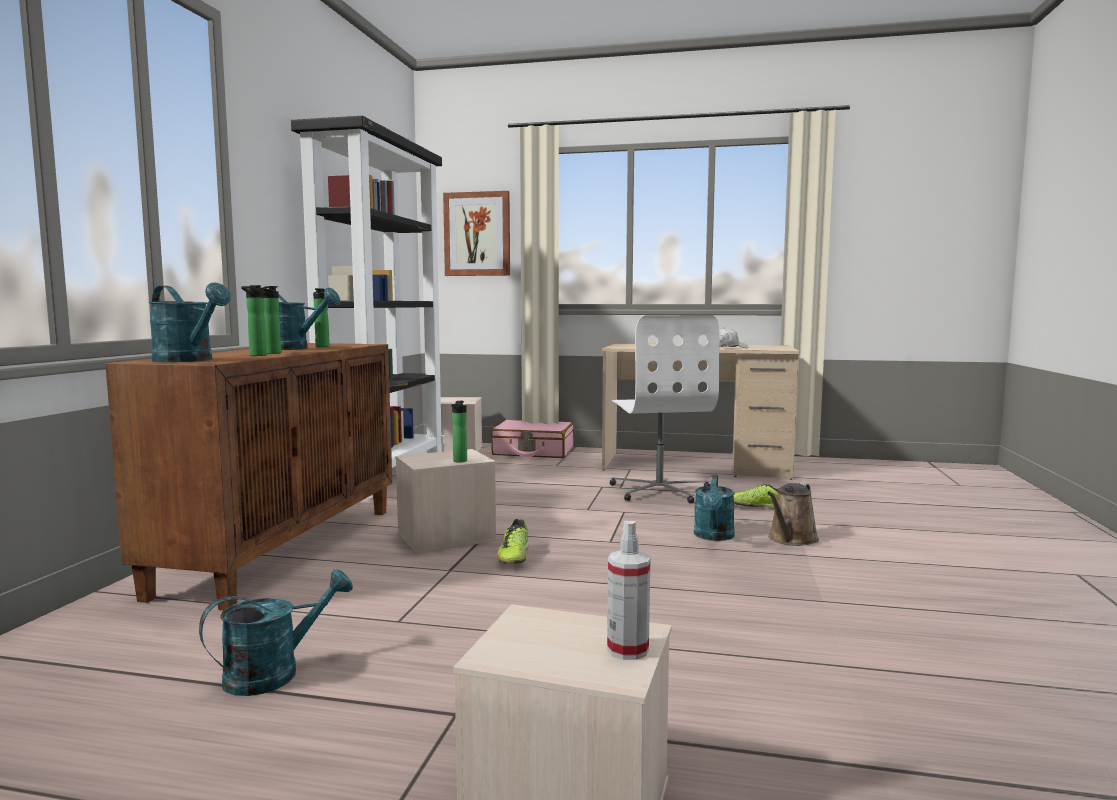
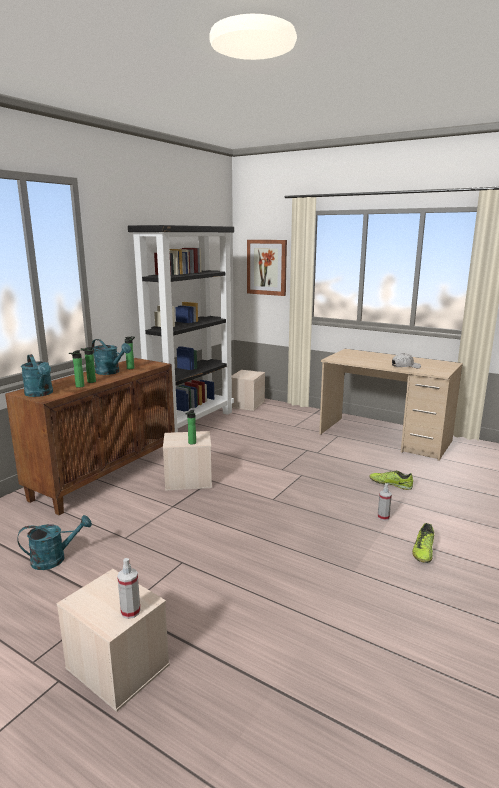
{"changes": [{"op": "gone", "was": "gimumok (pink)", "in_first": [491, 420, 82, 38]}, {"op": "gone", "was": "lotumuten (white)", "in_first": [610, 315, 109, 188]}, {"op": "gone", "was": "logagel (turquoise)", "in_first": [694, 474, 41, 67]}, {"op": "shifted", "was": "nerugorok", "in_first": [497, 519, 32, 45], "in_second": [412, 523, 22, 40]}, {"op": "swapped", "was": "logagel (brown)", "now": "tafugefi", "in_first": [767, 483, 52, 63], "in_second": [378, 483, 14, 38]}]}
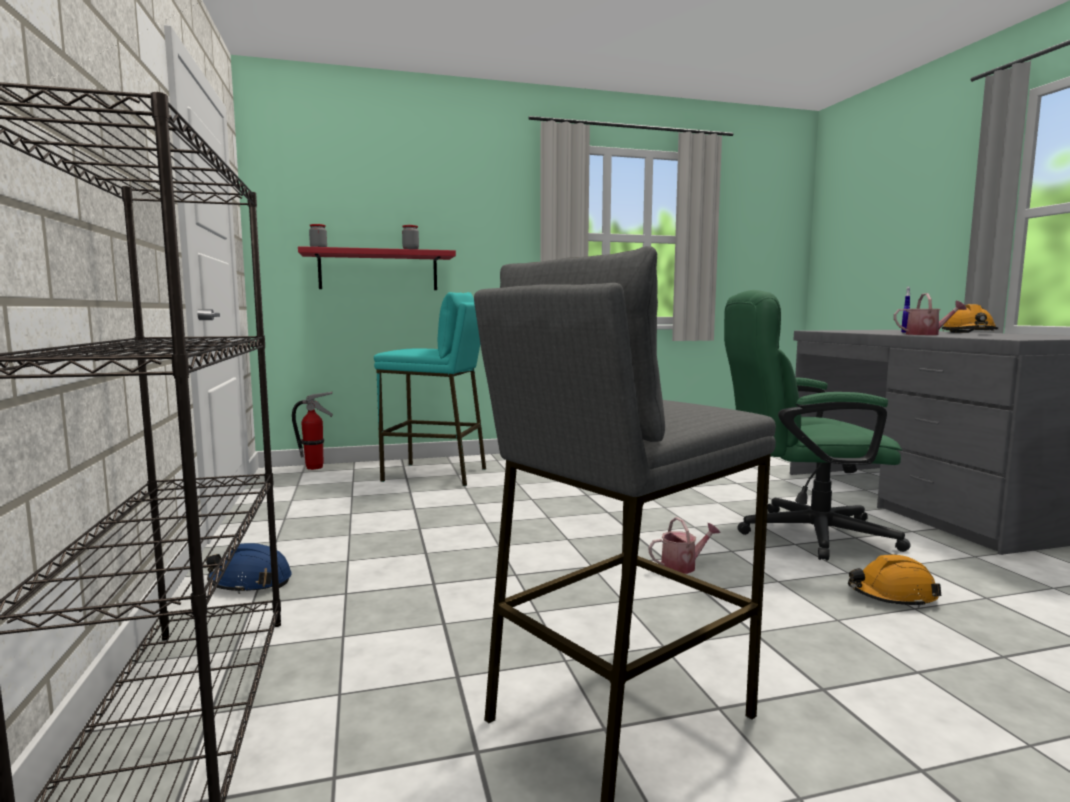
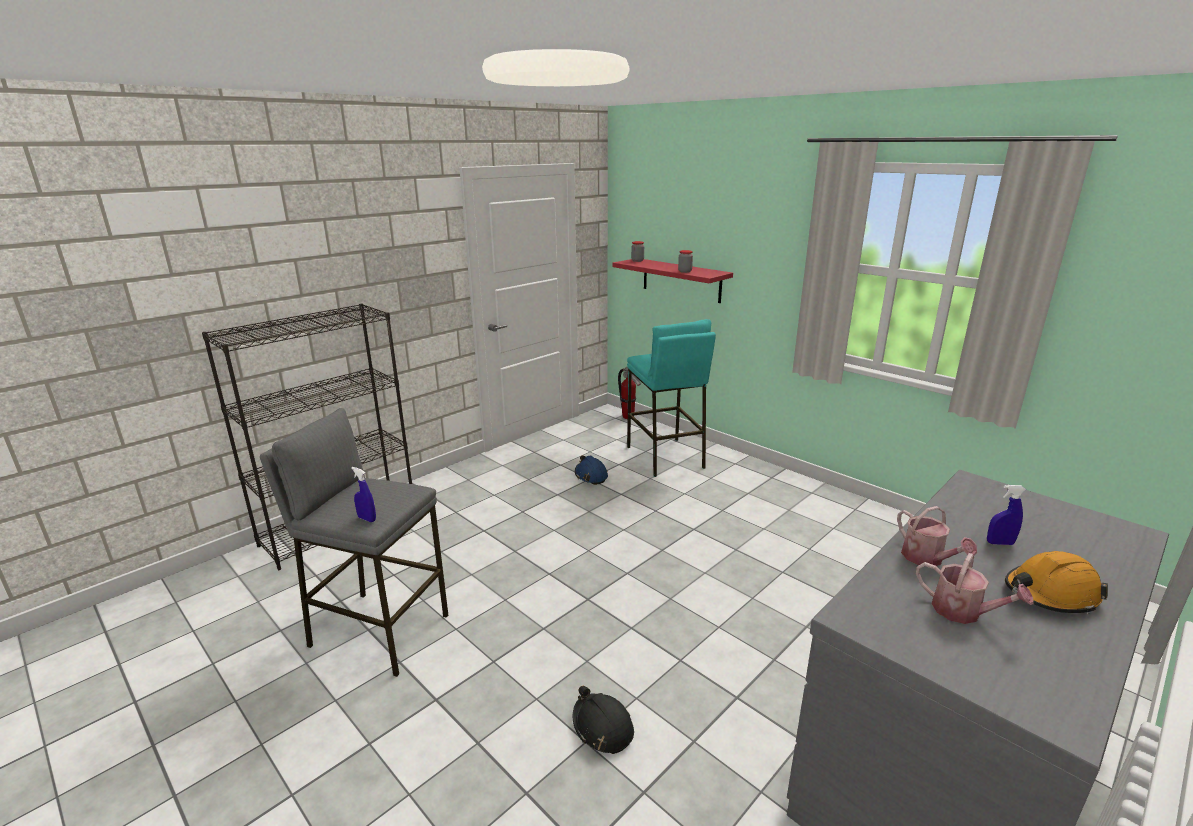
{"changes": [{"op": "gone", "was": "lotumuten (green)", "in_first": [724, 290, 187, 271]}, {"op": "new", "now": "tafugefi (blue)", "in_second": [351, 467, 25, 55]}, {"op": "shifted", "was": "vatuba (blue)", "in_first": [206, 543, 86, 51], "in_second": [575, 455, 33, 30]}, {"op": "shifted", "was": "logagel", "in_first": [649, 517, 71, 57], "in_second": [916, 553, 118, 71]}, {"op": "repainted", "was": "vatuba (orange)", "now": "vatuba (black)", "in_first": [848, 555, 94, 53], "in_second": [573, 686, 61, 68]}]}
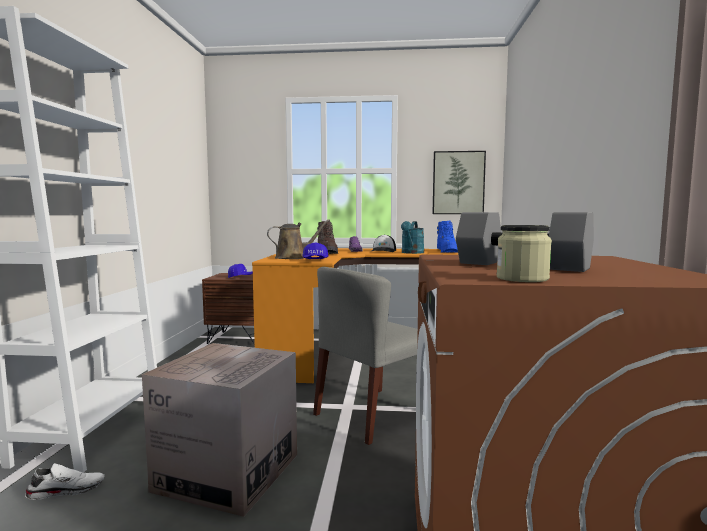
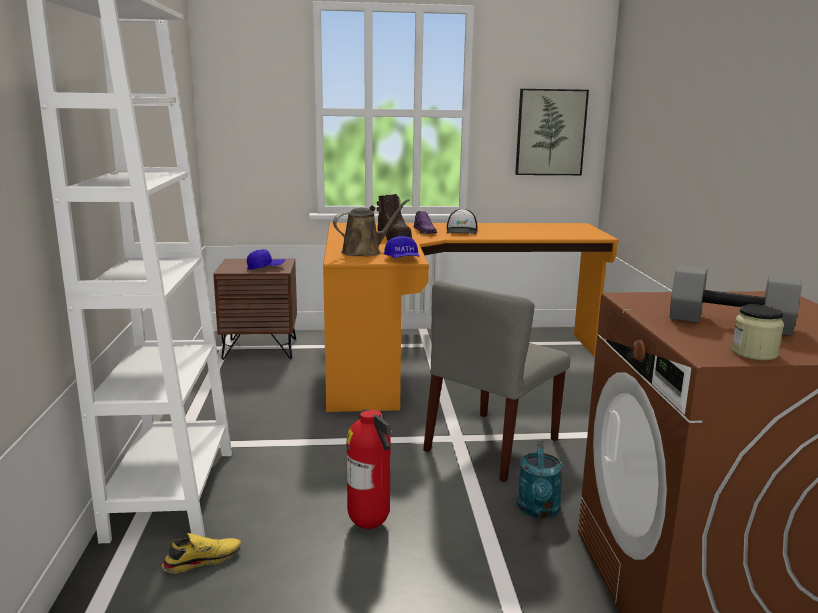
{"changes": [{"op": "gone", "was": "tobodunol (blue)", "in_first": [437, 221, 21, 32]}, {"op": "shifted", "was": "logagel (turquoise)", "in_first": [401, 221, 23, 33], "in_second": [517, 440, 46, 78]}, {"op": "swapped", "was": "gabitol", "now": "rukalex", "in_first": [142, 343, 155, 174], "in_second": [347, 409, 45, 120]}, {"op": "repainted", "was": "nerugorok (white)", "now": "nerugorok (yellow)", "in_first": [25, 463, 80, 37], "in_second": [162, 533, 79, 40]}]}
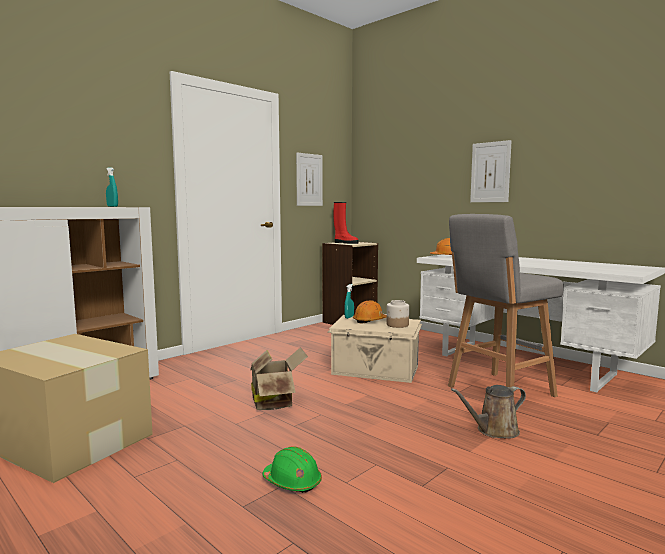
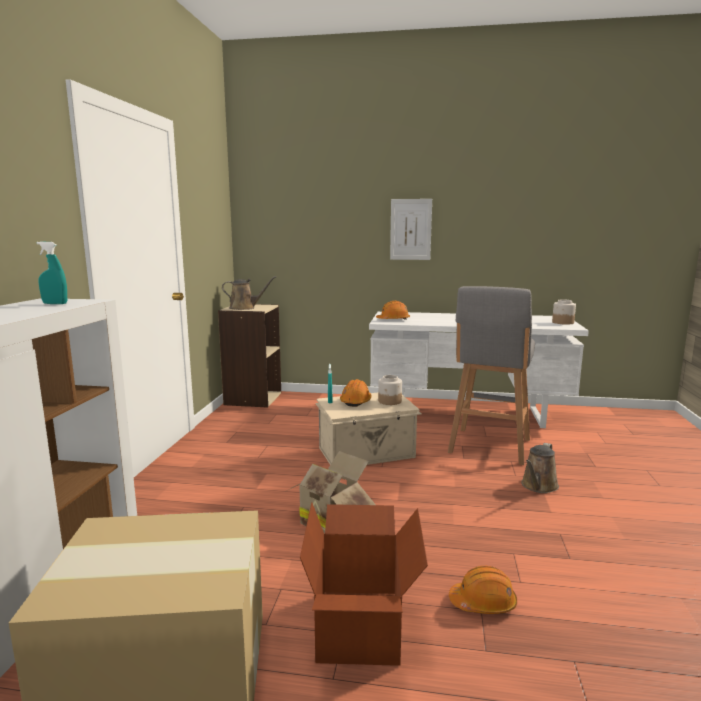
{"changes": [{"op": "gone", "was": "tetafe", "in_first": [296, 153, 27, 53]}, {"op": "new", "now": "gabitol", "in_second": [300, 502, 128, 164]}, {"op": "new", "now": "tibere", "in_second": [552, 300, 24, 25]}, {"op": "swapped", "was": "tobodunol (red)", "now": "logagel (brown)", "in_first": [334, 202, 25, 42], "in_second": [222, 276, 54, 34]}, {"op": "repainted", "was": "vatuba (green)", "now": "vatuba (orange)", "in_first": [262, 446, 60, 47], "in_second": [449, 566, 68, 48]}]}
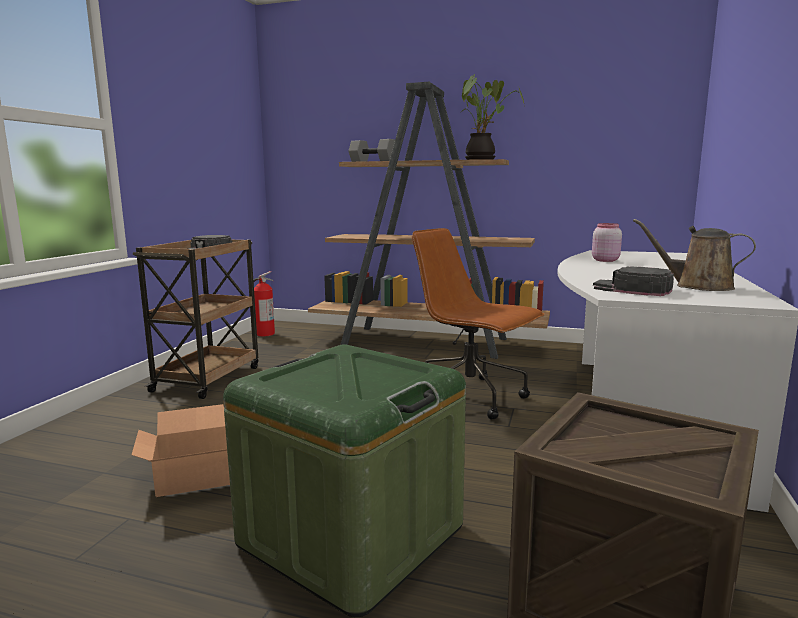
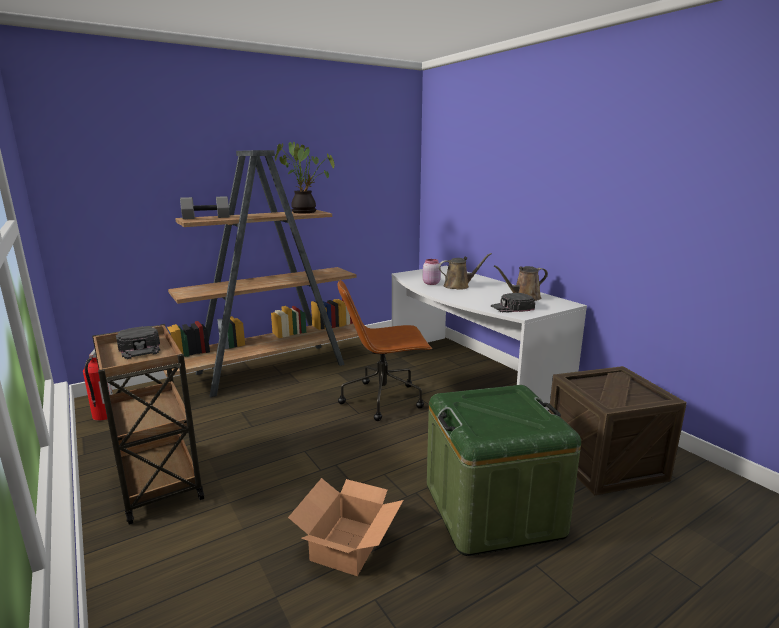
{"changes": [{"op": "new", "now": "logagel (brown)", "in_second": [438, 253, 54, 37]}]}
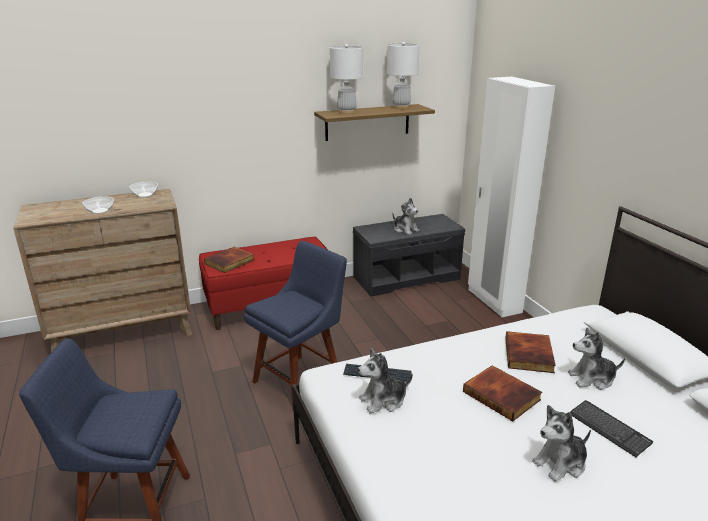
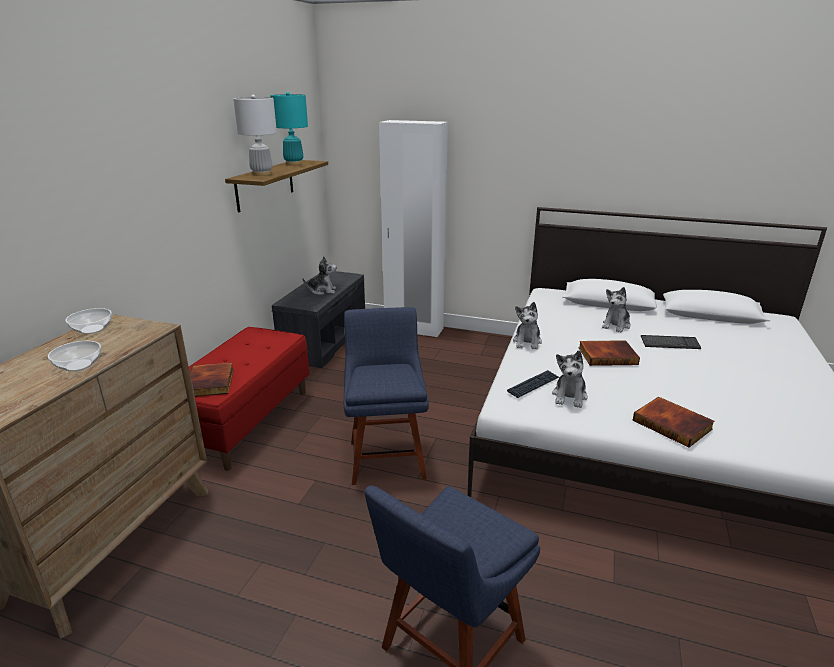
{"changes": [{"op": "shifted", "was": "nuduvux", "in_first": [505, 331, 51, 42], "in_second": [633, 397, 82, 51]}, {"op": "shifted", "was": "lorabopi", "in_first": [532, 405, 59, 77], "in_second": [513, 302, 29, 48]}, {"op": "repainted", "was": "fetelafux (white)", "now": "fetelafux (turquoise)", "in_first": [387, 42, 33, 67], "in_second": [270, 92, 38, 73]}]}
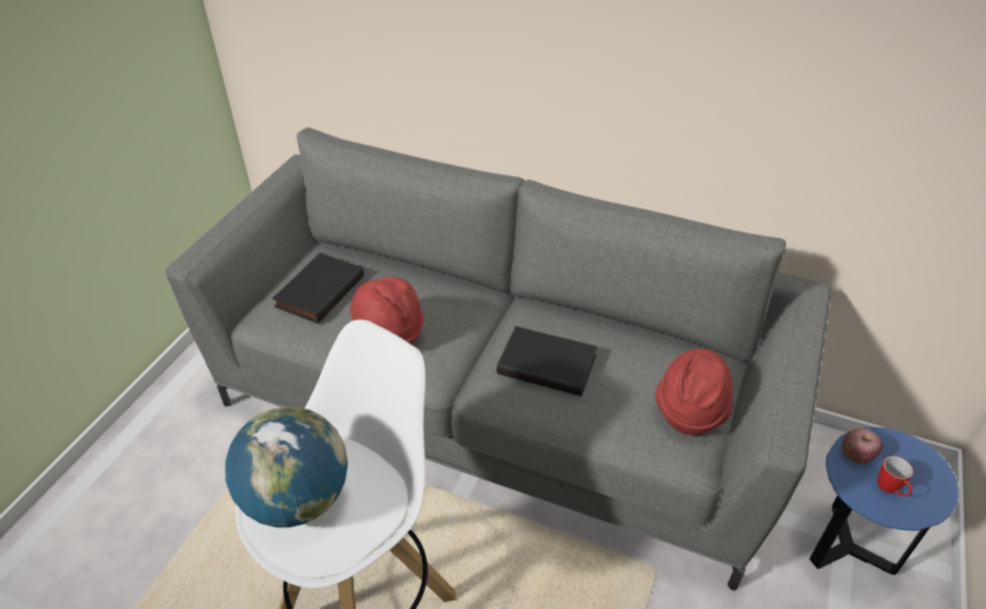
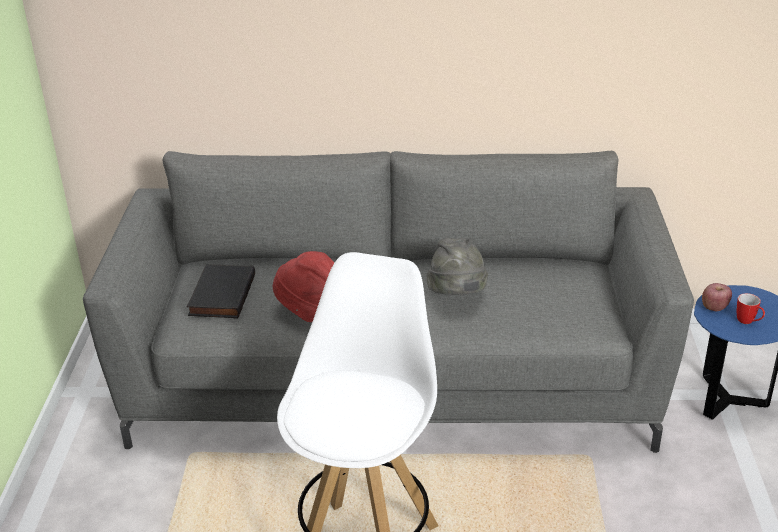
{"changes": [{"op": "gone", "was": "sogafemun", "in_first": [225, 407, 123, 120]}, {"op": "gone", "was": "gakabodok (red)", "in_first": [655, 349, 77, 86]}, {"op": "swapped", "was": "nuduvux (black)", "now": "gakabodok (grey)", "in_first": [497, 326, 100, 70], "in_second": [426, 238, 62, 57]}]}
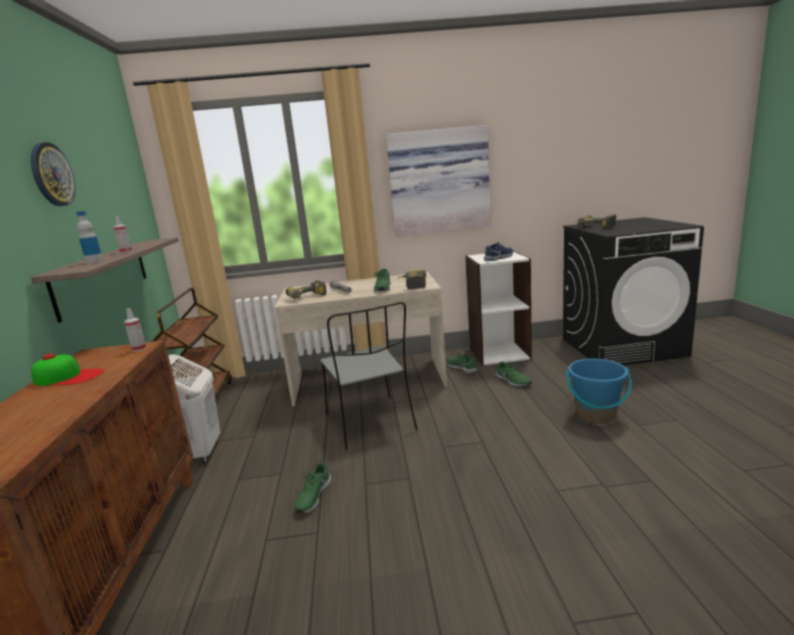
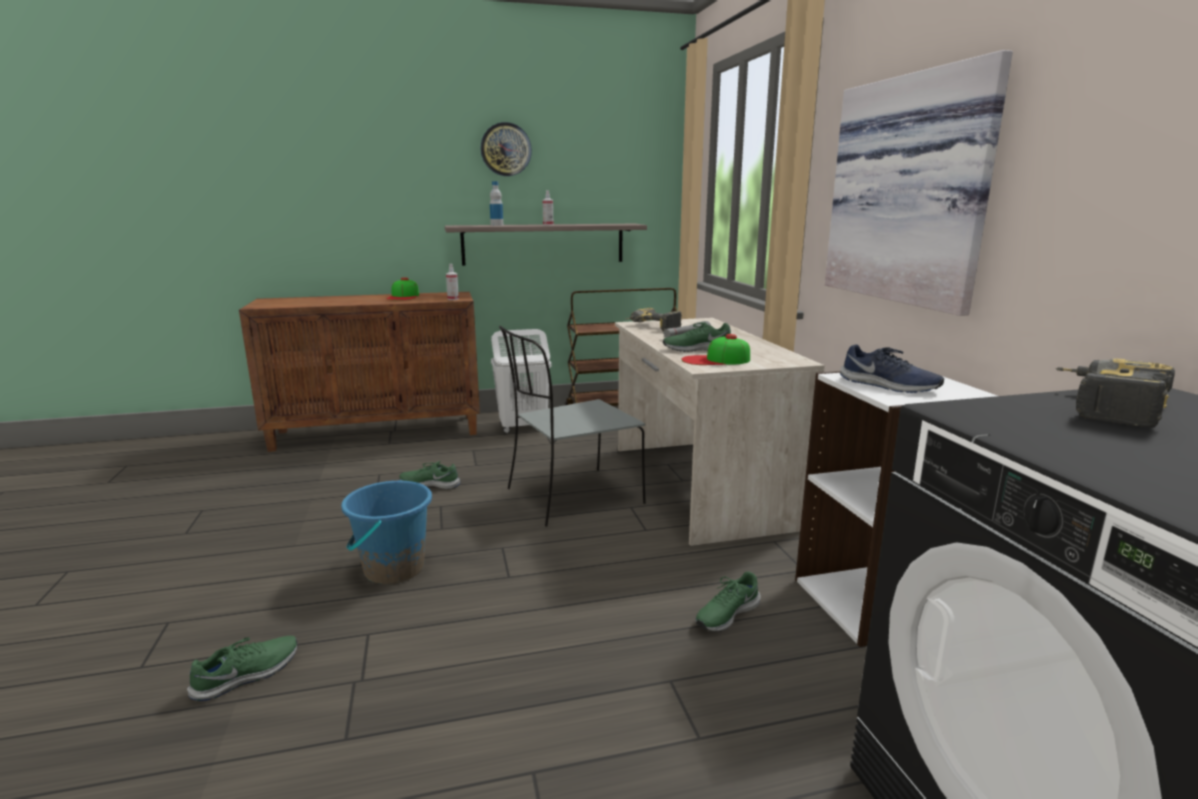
{"changes": [{"op": "shifted", "was": "nerugorok (green)", "in_first": [446, 354, 32, 20], "in_second": [187, 636, 110, 65]}, {"op": "shifted", "was": "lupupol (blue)", "in_first": [565, 359, 67, 65], "in_second": [341, 480, 91, 104]}, {"op": "swapped", "was": "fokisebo", "now": "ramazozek", "in_first": [398, 270, 28, 20], "in_second": [681, 334, 69, 31]}]}
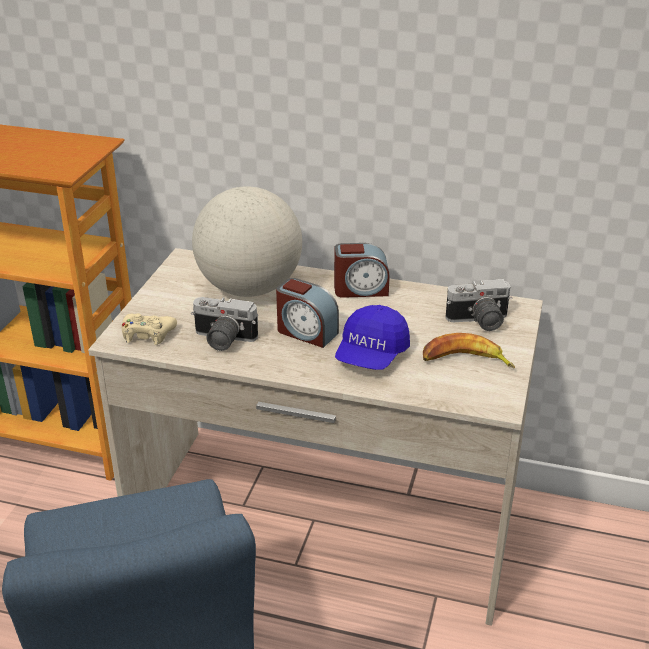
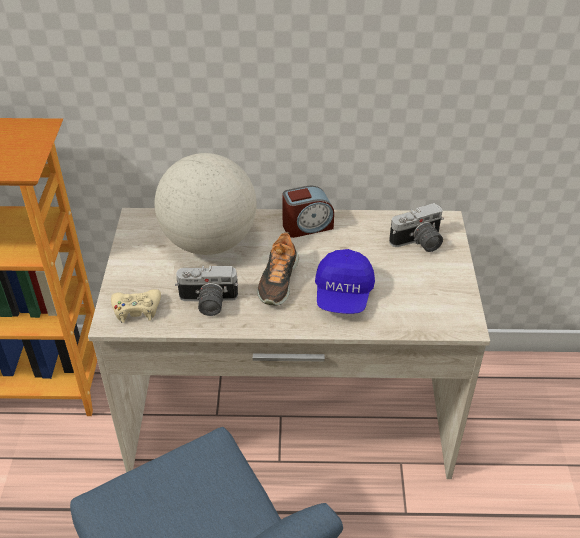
{"changes": [{"op": "gone", "was": "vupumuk", "in_first": [423, 333, 92, 35]}, {"op": "swapped", "was": "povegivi", "now": "nerugorok", "in_first": [276, 278, 63, 70], "in_second": [257, 232, 42, 74]}]}
